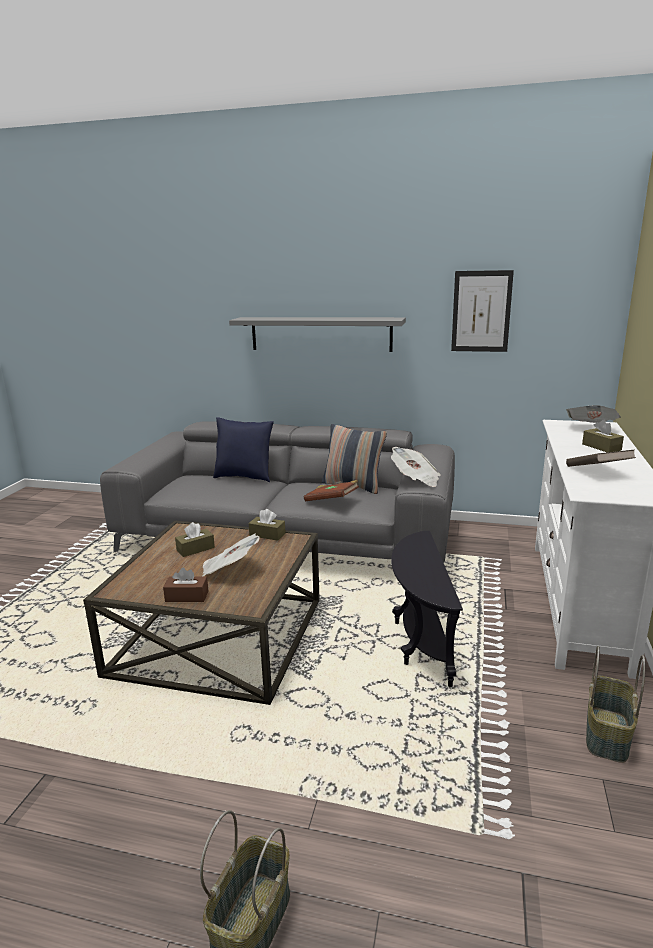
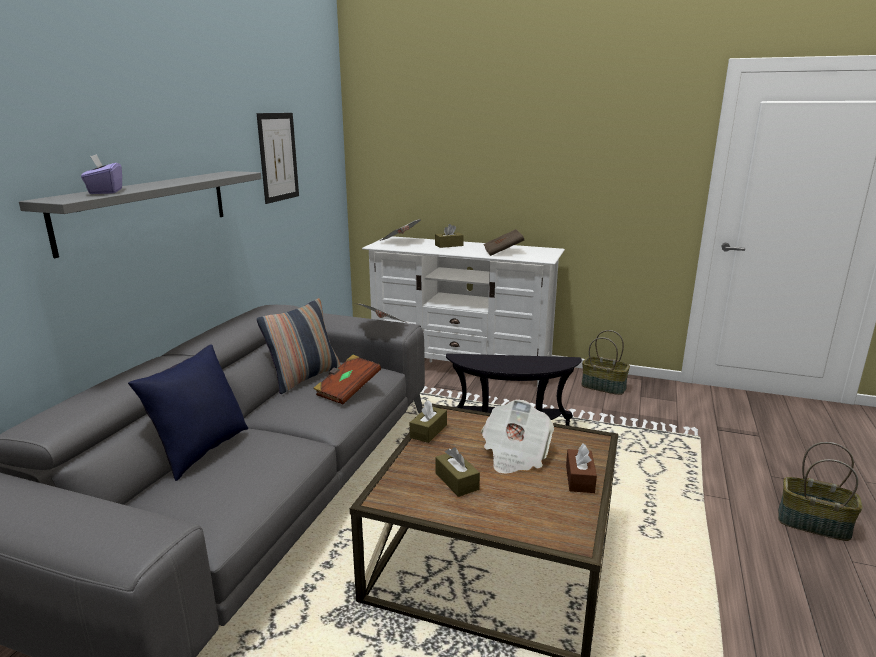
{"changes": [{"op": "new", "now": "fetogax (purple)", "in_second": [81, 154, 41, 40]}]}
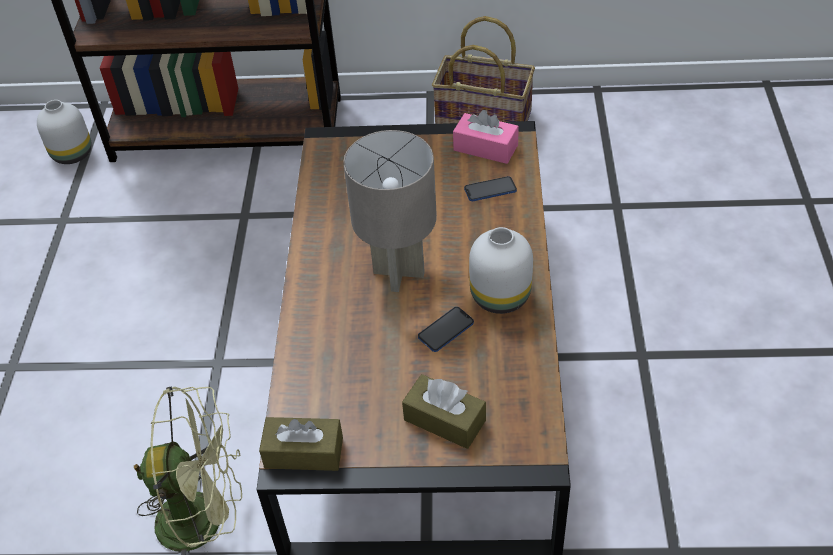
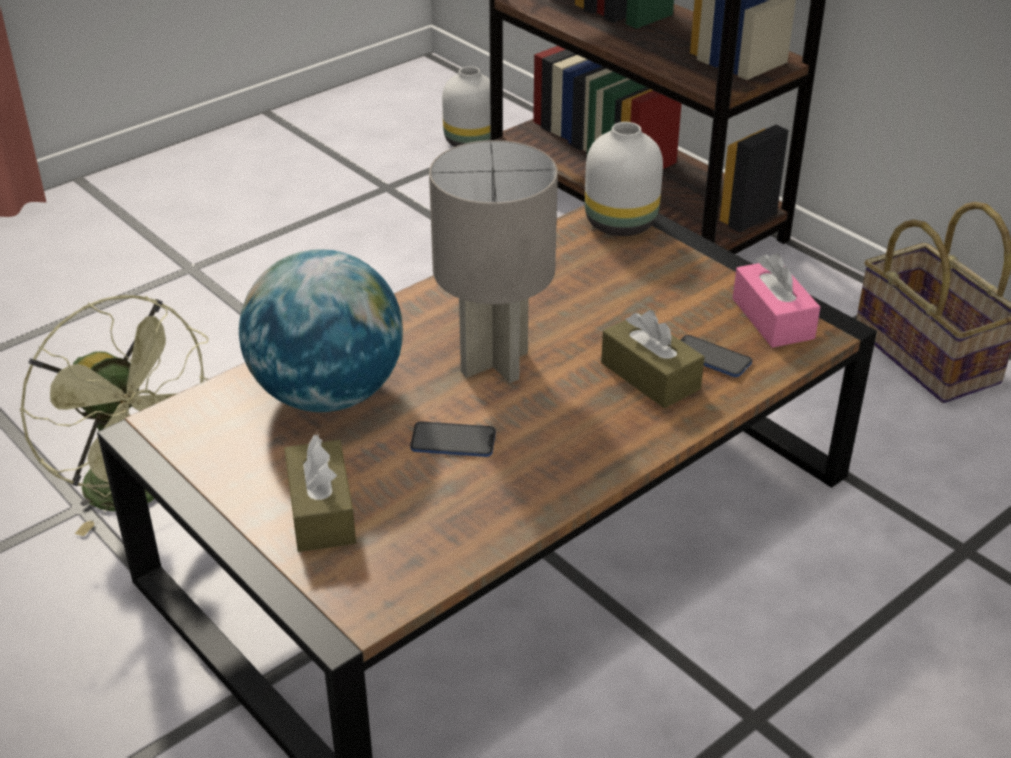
{"changes": [{"op": "new", "now": "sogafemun", "in_second": [239, 249, 164, 163]}, {"op": "shifted", "was": "fetogax (brown)", "in_first": [259, 417, 84, 54], "in_second": [601, 310, 103, 98]}, {"op": "shifted", "was": "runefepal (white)", "in_first": [469, 227, 64, 87], "in_second": [585, 122, 78, 114]}]}
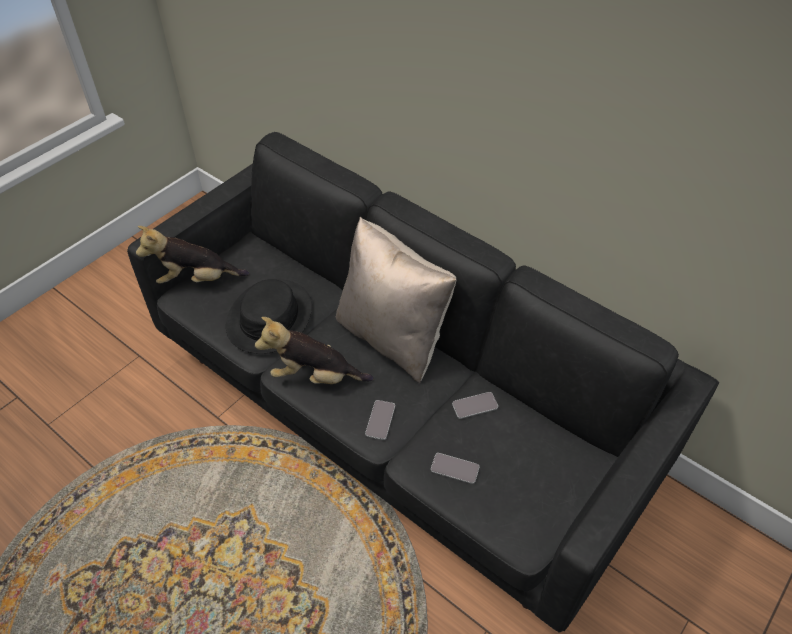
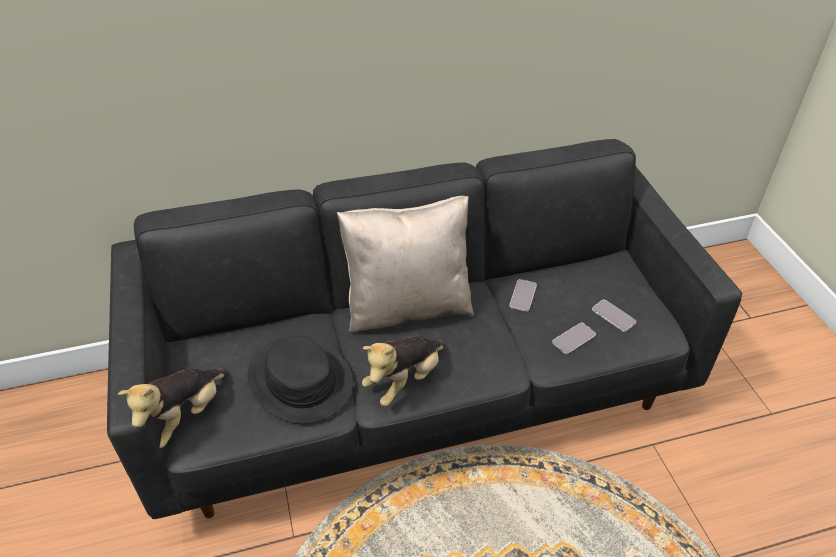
{"changes": [{"op": "shifted", "was": "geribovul", "in_first": [365, 400, 30, 40], "in_second": [592, 300, 44, 32]}]}
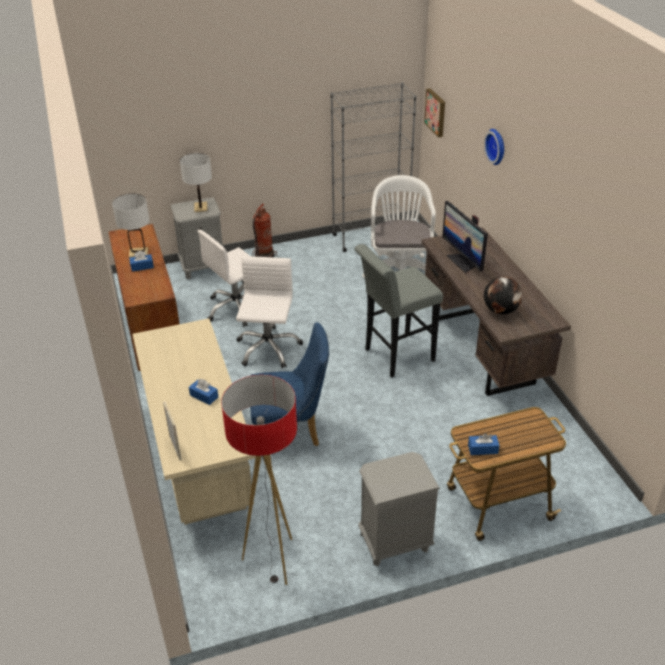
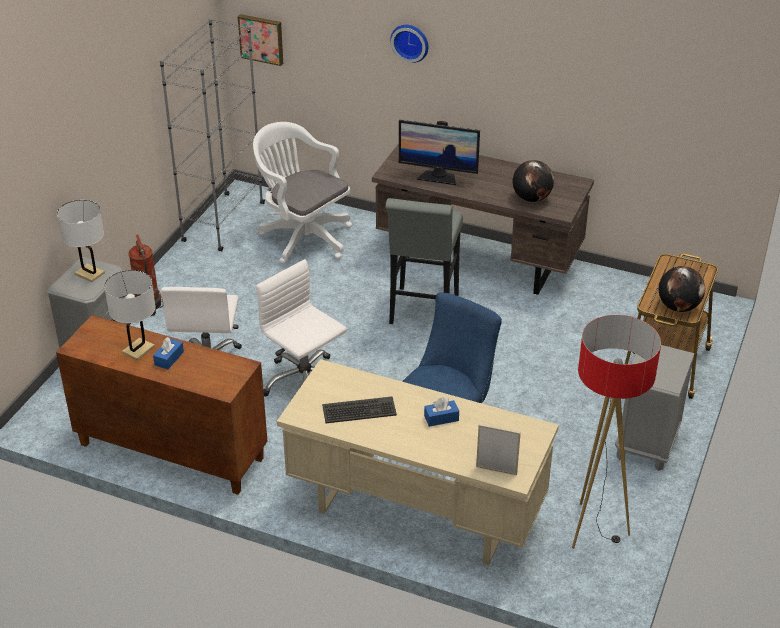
{"changes": [{"op": "new", "now": "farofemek", "in_second": [322, 396, 75, 27]}, {"op": "swapped", "was": "fetogax (blue)", "now": "sogafemun", "in_first": [468, 433, 31, 22], "in_second": [659, 266, 46, 46]}]}
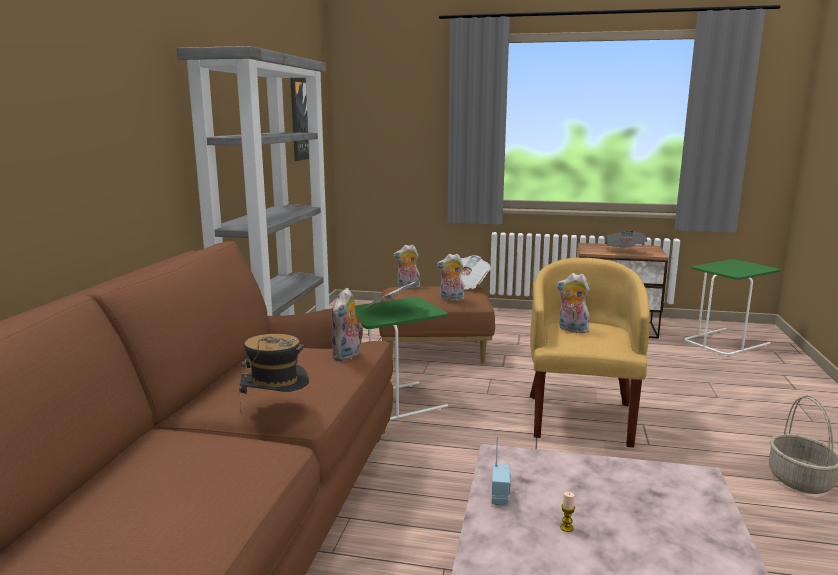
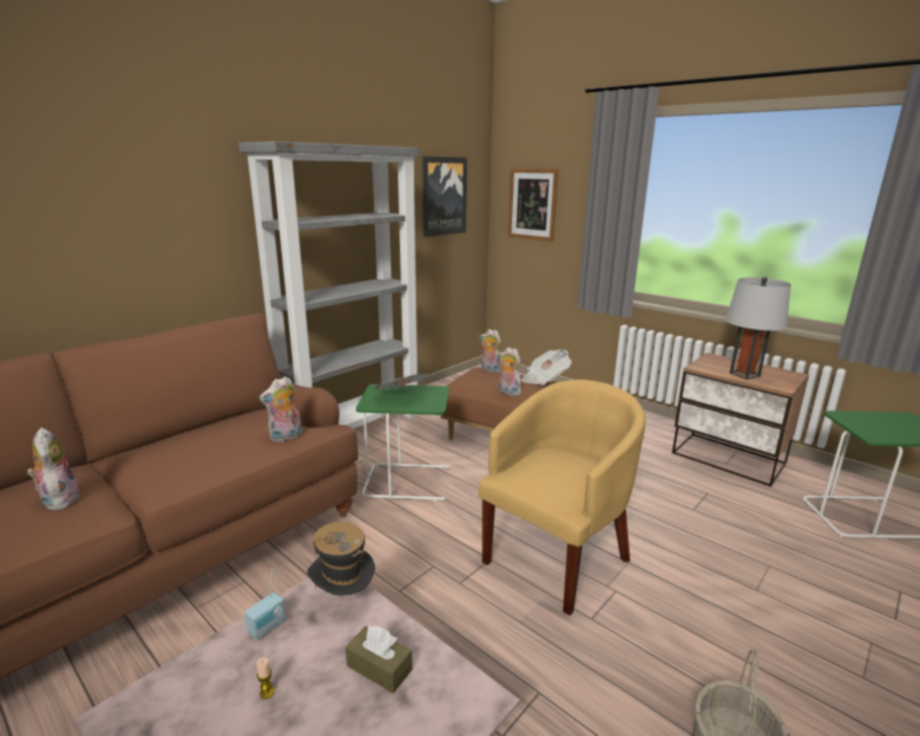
{"changes": [{"op": "new", "now": "fetogax (brown)", "in_second": [345, 626, 67, 67]}, {"op": "new", "now": "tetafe", "in_second": [508, 169, 50, 72]}, {"op": "shifted", "was": "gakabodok", "in_first": [239, 334, 70, 81], "in_second": [307, 522, 68, 74]}, {"op": "shifted", "was": "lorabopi", "in_first": [557, 273, 34, 60], "in_second": [27, 427, 53, 83]}, {"op": "swapped", "was": "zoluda", "now": "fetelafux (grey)", "in_first": [604, 231, 43, 17], "in_second": [725, 277, 66, 103]}]}
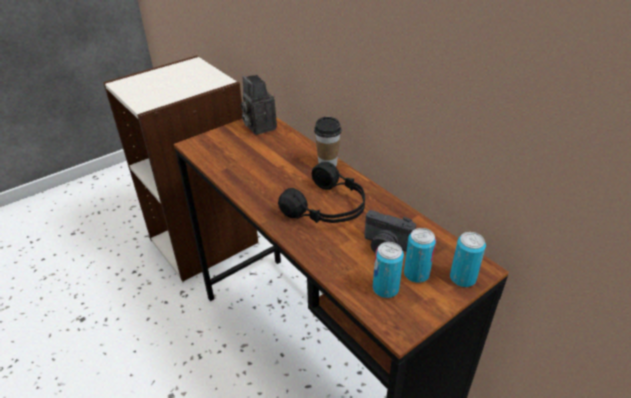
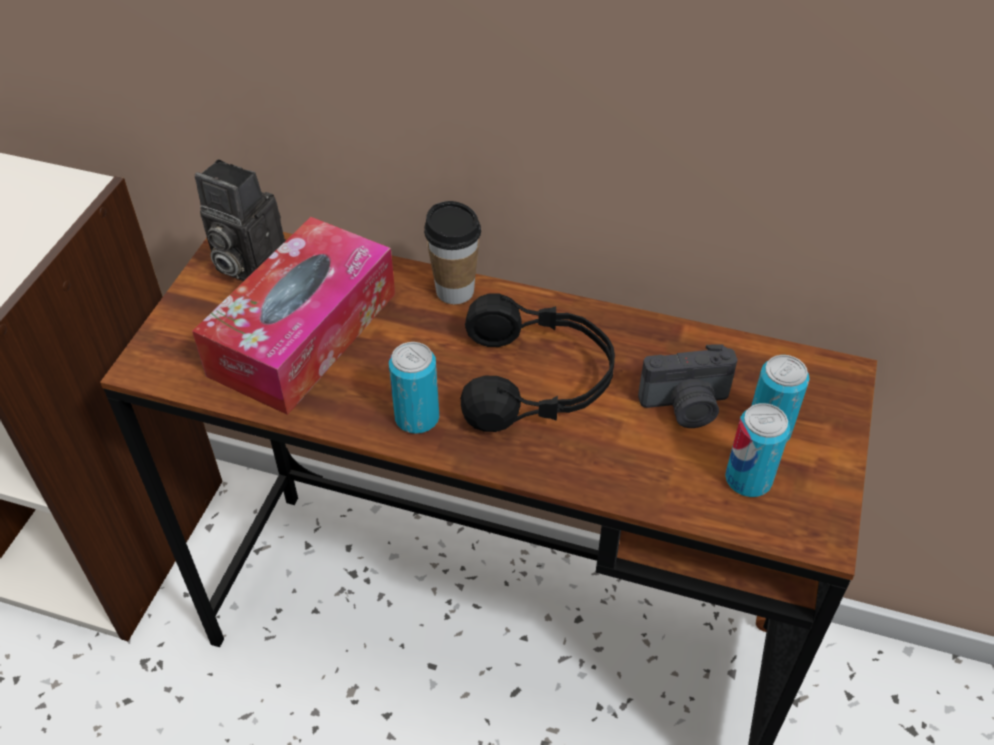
{"changes": [{"op": "new", "now": "fetogax", "in_second": [192, 217, 203, 198]}, {"op": "shifted", "was": "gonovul", "in_first": [450, 232, 36, 55], "in_second": [389, 342, 50, 92]}]}
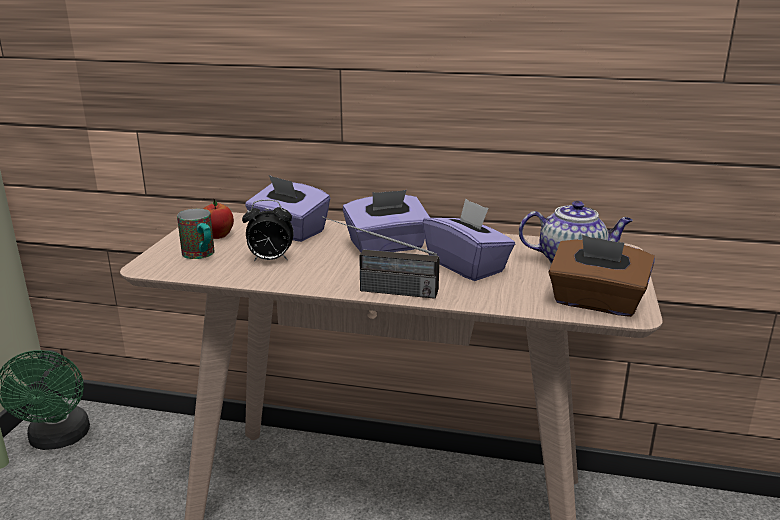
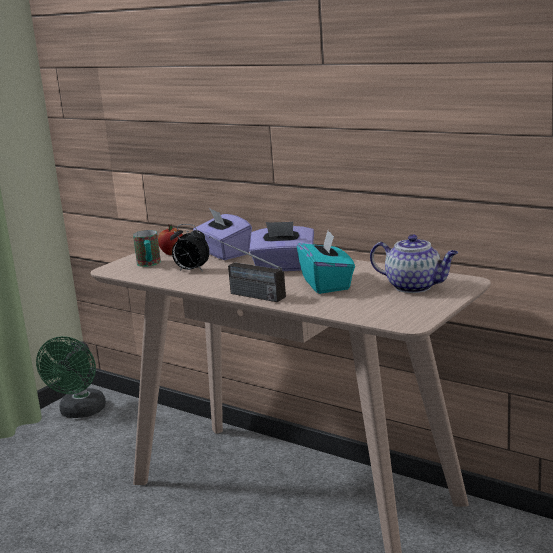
{"changes": [{"op": "gone", "was": "fetogax (brown)", "in_first": [548, 235, 107, 82]}, {"op": "repainted", "was": "fetogax (purple)", "now": "fetogax (turquoise)", "in_first": [422, 198, 93, 83], "in_second": [297, 231, 58, 63]}]}
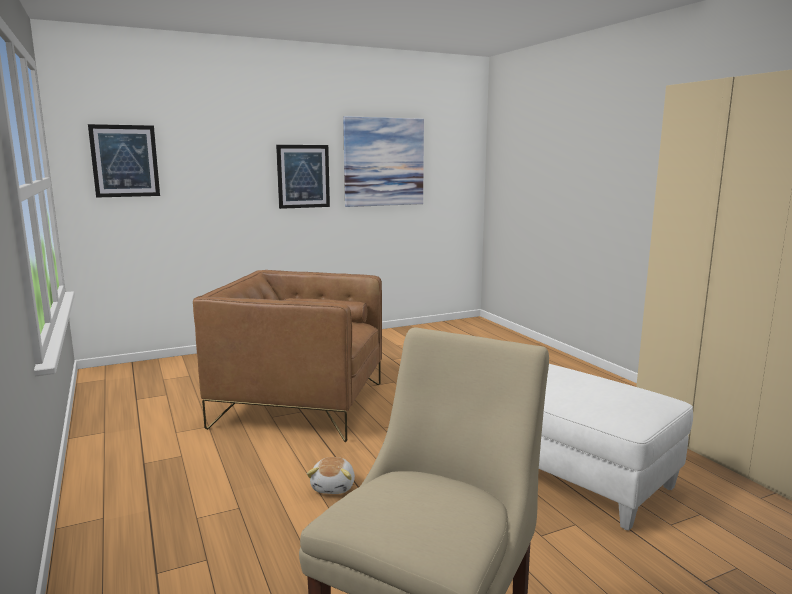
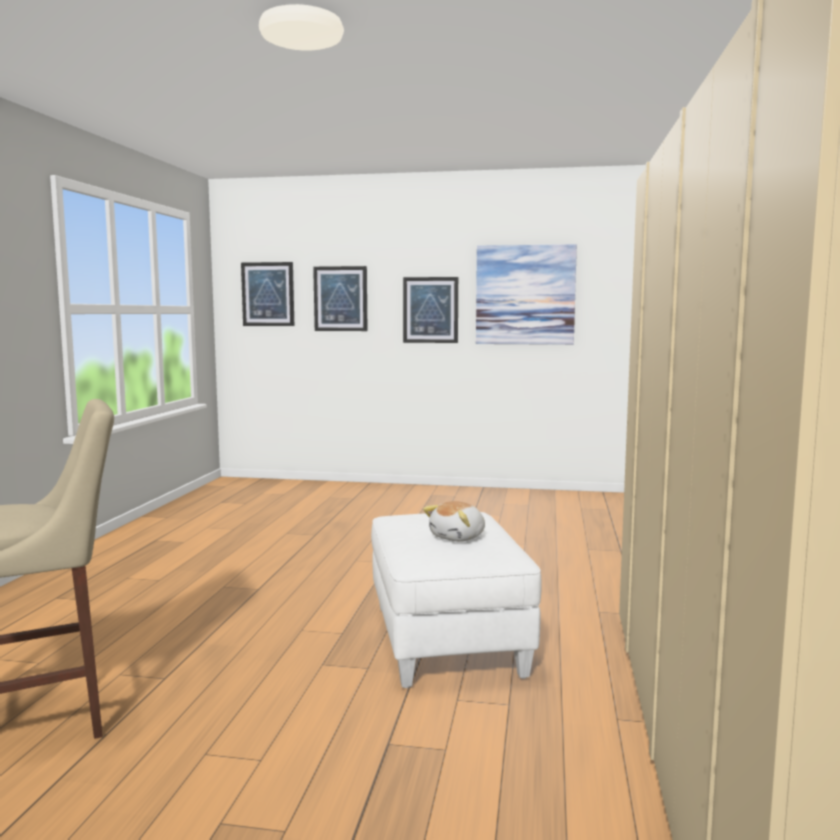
{"changes": [{"op": "gone", "was": "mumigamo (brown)", "in_first": [193, 270, 189, 172]}, {"op": "new", "now": "tetafe", "in_second": [313, 266, 54, 65]}, {"op": "shifted", "was": "lorabopi", "in_first": [307, 457, 48, 37], "in_second": [423, 501, 62, 41]}]}
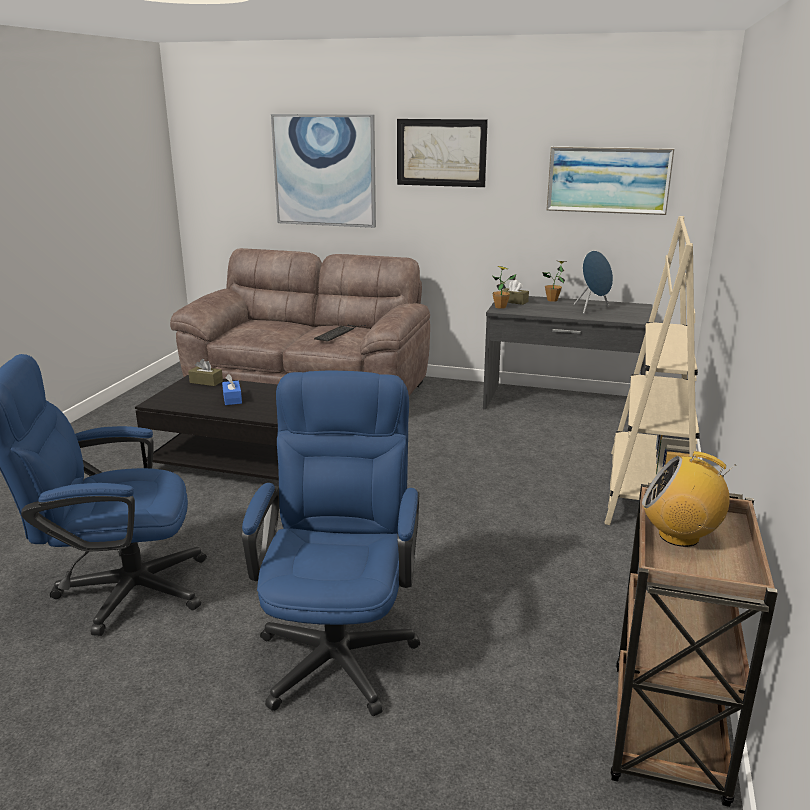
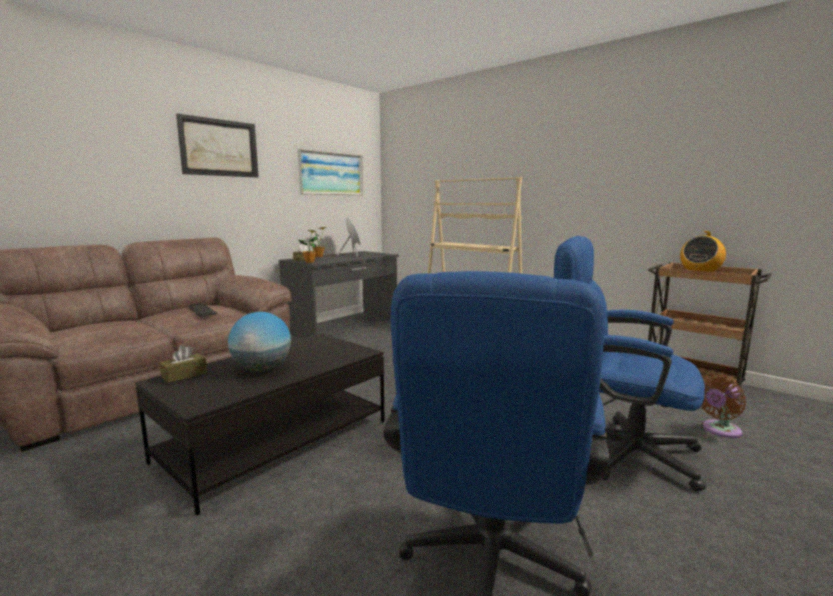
{"changes": [{"op": "gone", "was": "tetafe", "in_first": [271, 114, 105, 114]}, {"op": "new", "now": "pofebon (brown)", "in_second": [701, 374, 45, 64]}, {"op": "swapped", "was": "fetogax (blue)", "now": "sogafemun", "in_first": [222, 374, 20, 31], "in_second": [228, 312, 63, 59]}]}
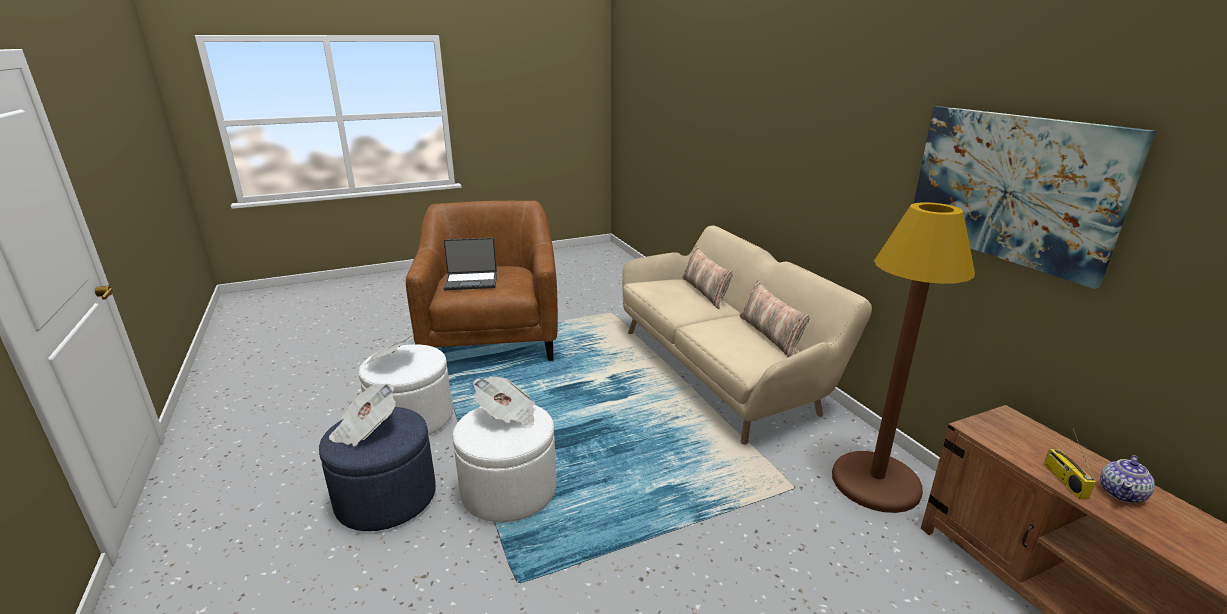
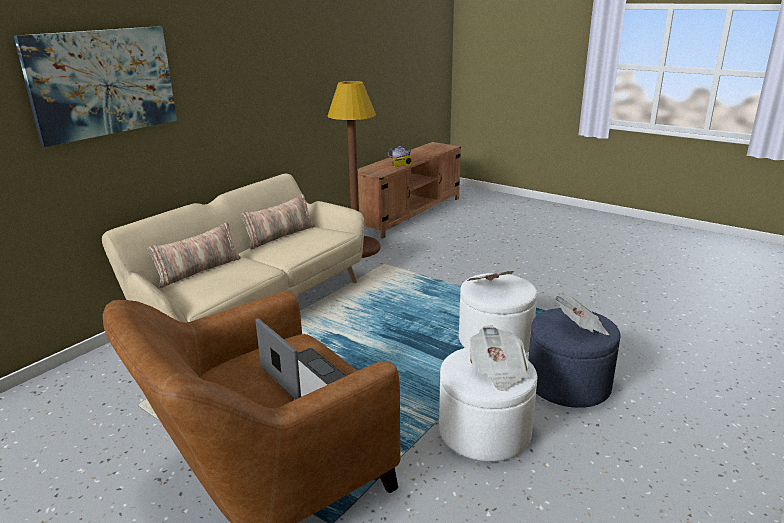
{"changes": [{"op": "shifted", "was": "tetafe", "in_first": [914, 106, 242, 183], "in_second": [14, 26, 163, 121]}]}
